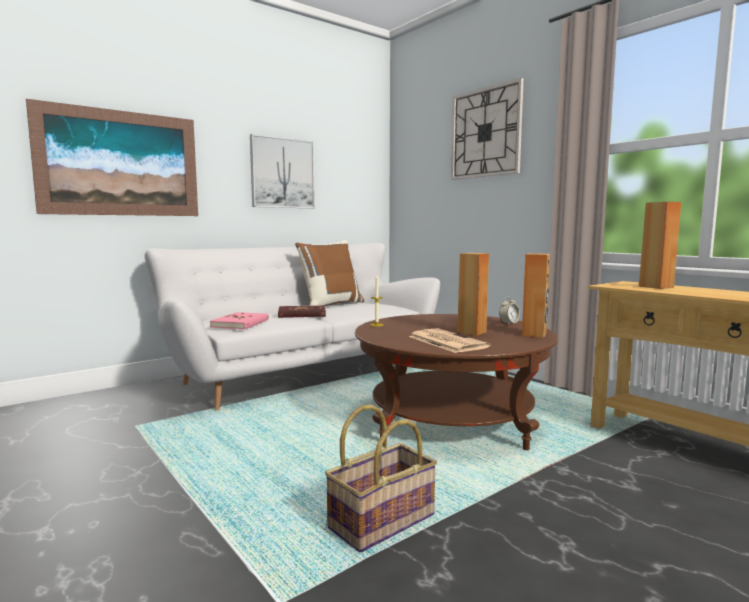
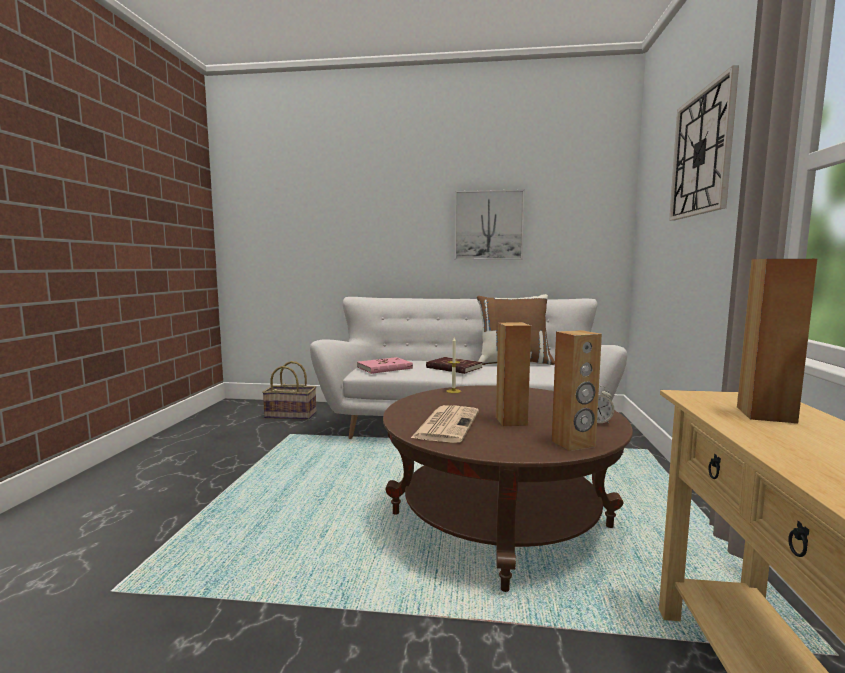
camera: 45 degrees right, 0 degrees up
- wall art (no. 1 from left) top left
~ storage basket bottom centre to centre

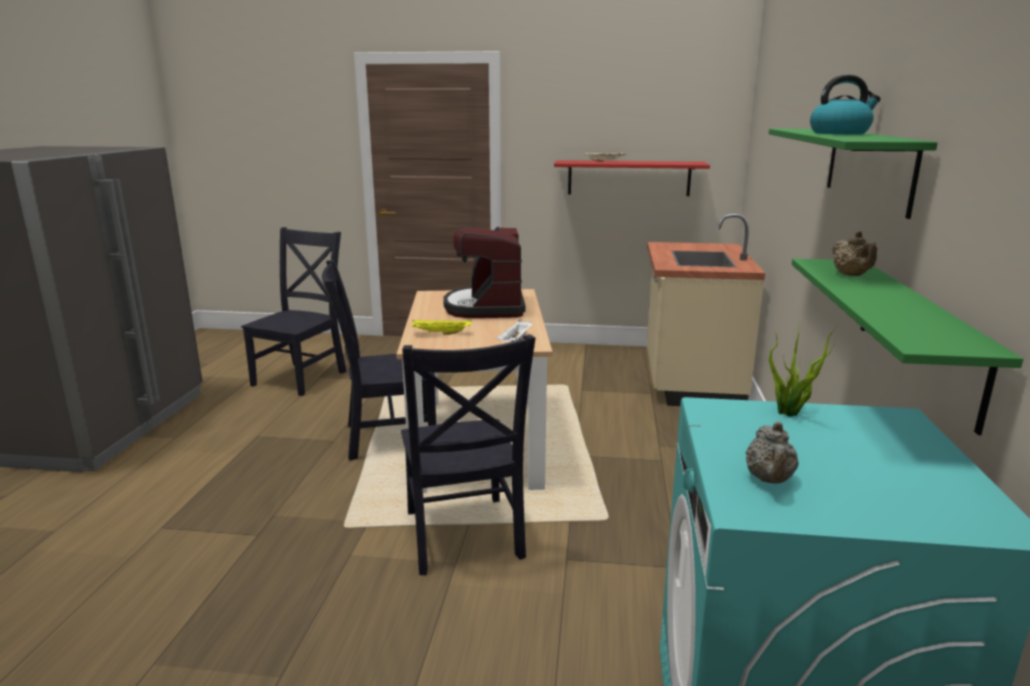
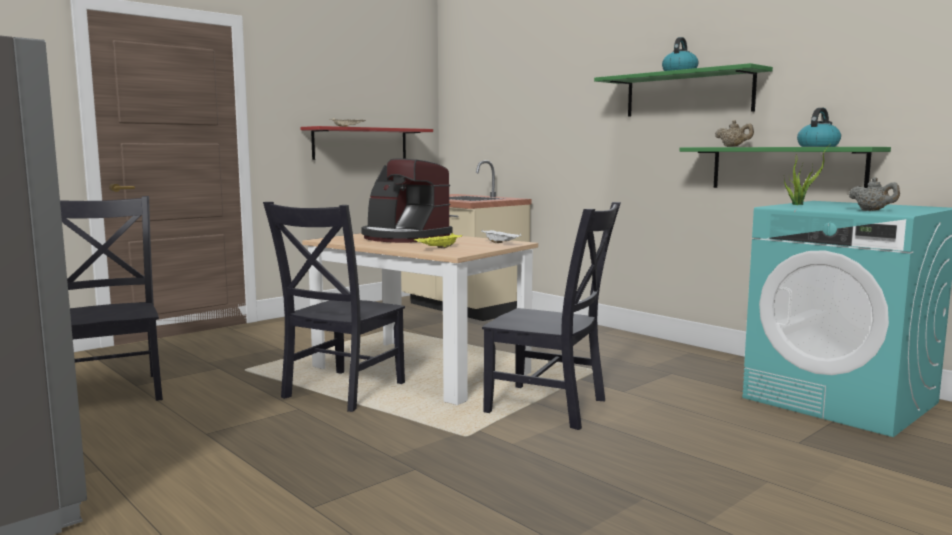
camera: 50 degrees left, 10 degrees down
+ kettle (no. 2 from left) top right

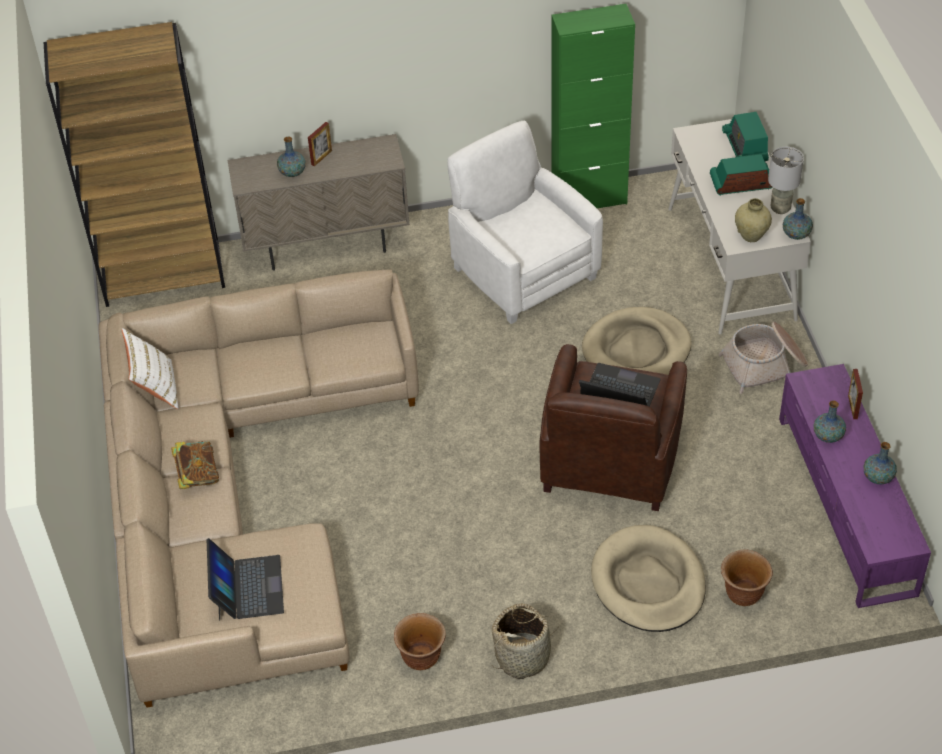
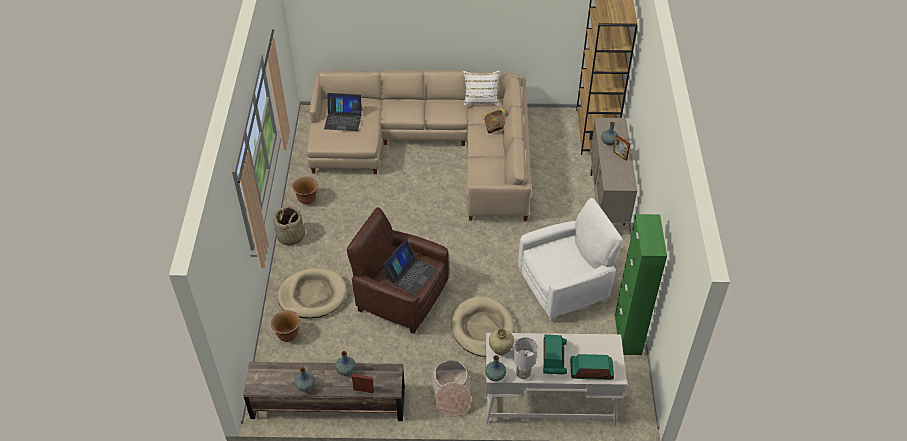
camera: 100 degrees right, 0 degrees up
~ volume middle left to top centre
~ media console (purplish) middle right to media console (brownish) bottom centre

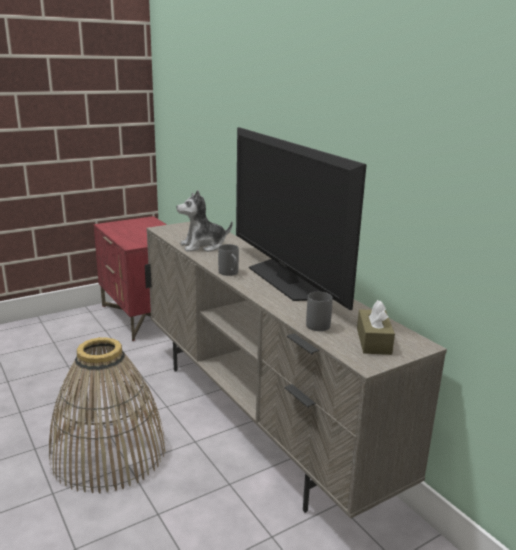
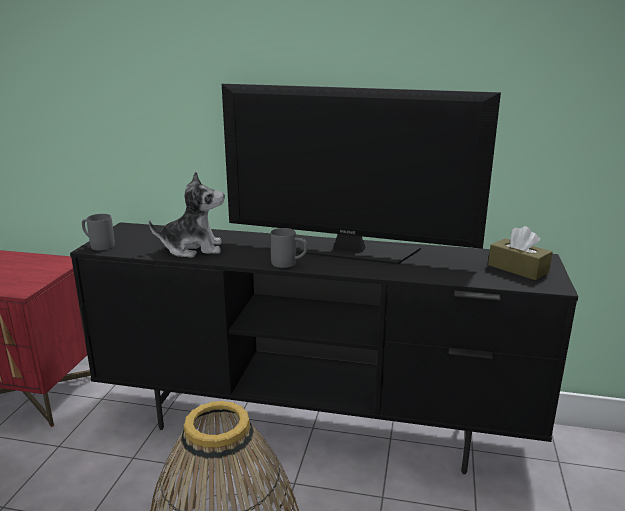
camera: 45 degrees left, 0 degrees up
~ media console (beige-coloured) bottom centre to media console (blackish) bottom centre
~ plush toy centre = middle left 120 degrees counterclockwise
~ tea mug (grey) (no. 2 from left in the first image) centre to tea mug (grey) (no. 1 from left) middle left

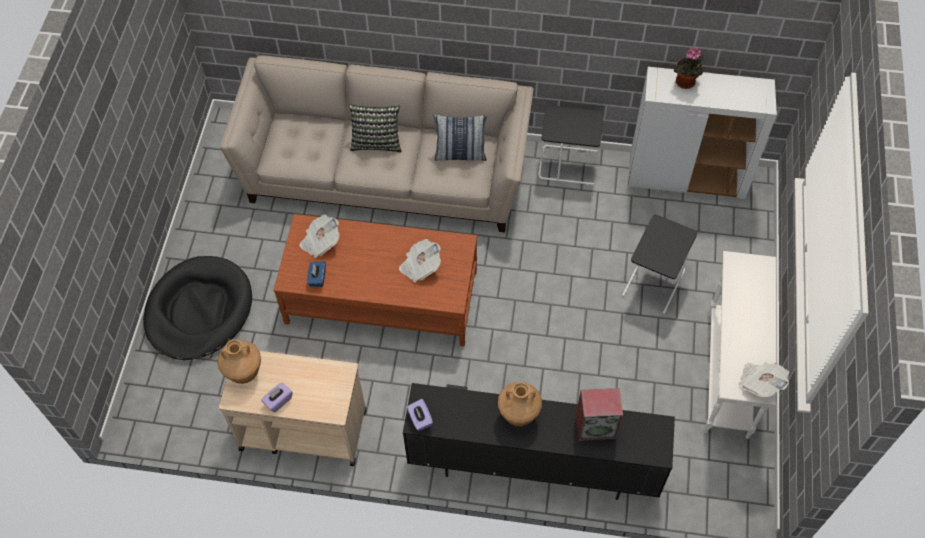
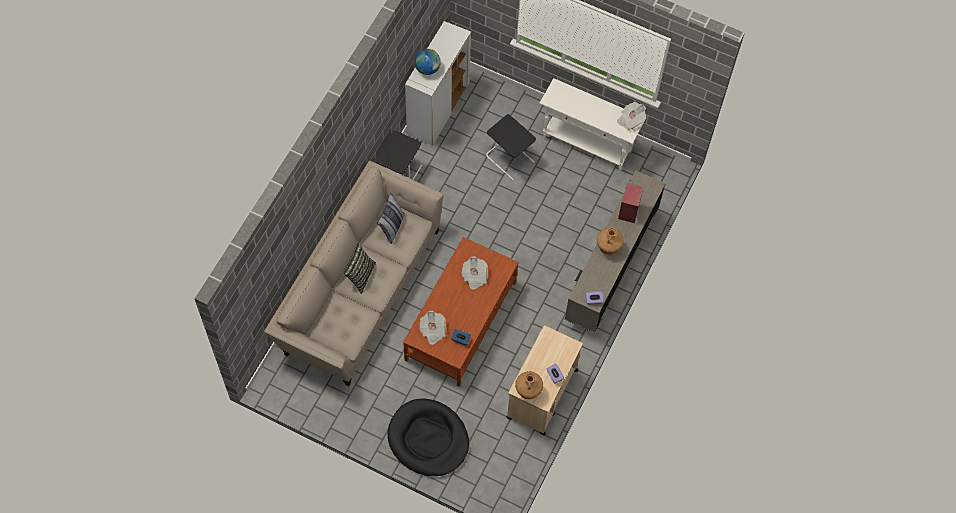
camera: 75 degrees left, 5 degrees up
~ media console (blackish) bottom centre to media console (beige-coloured) centre
~ potted plant top right to globe top centre

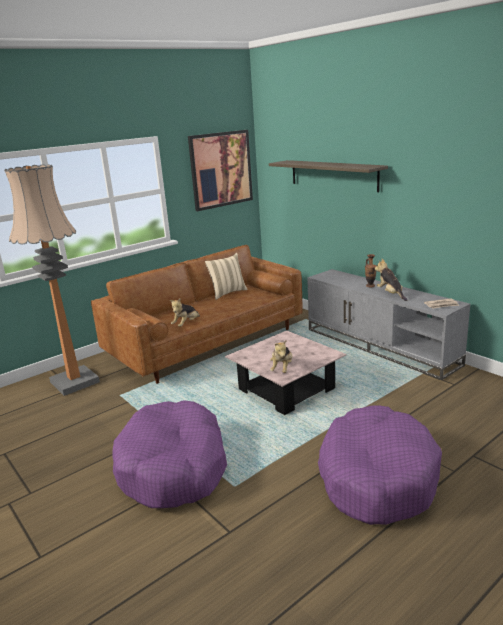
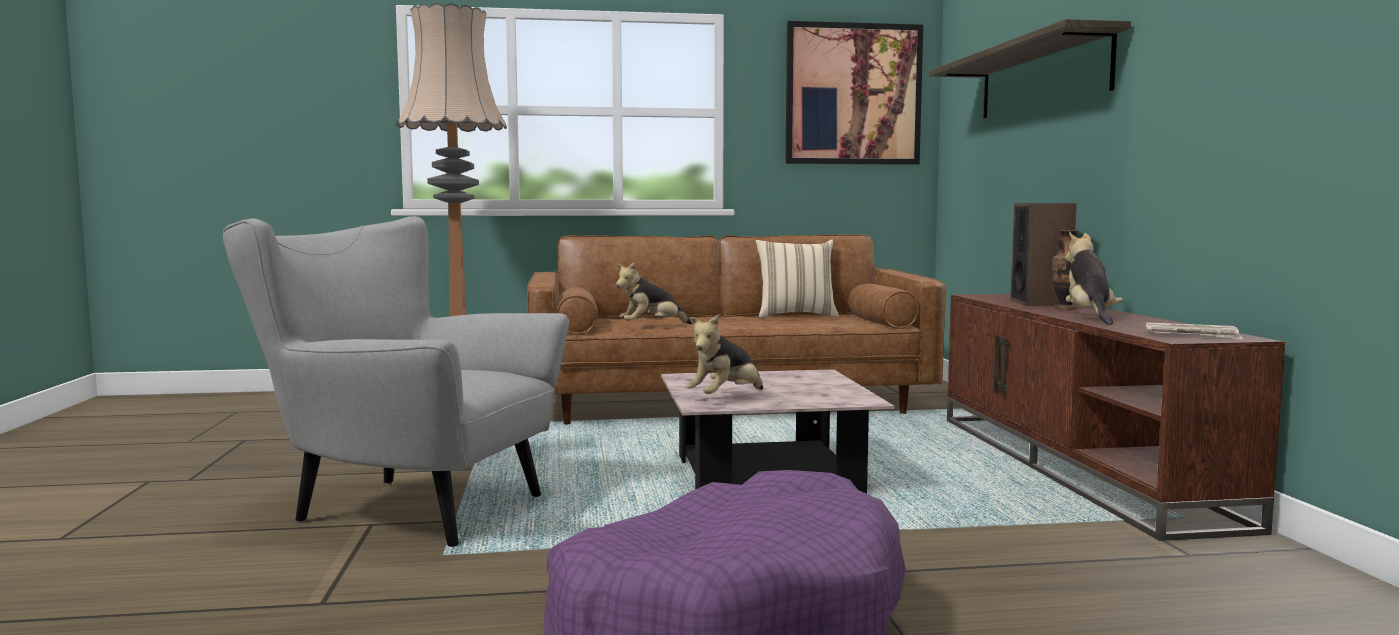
camera: 30 degrees right, 15 degrees down
~ pet bed (purplish) (no. 1 from left) bottom centre to armchair (grey) middle left
~ media console (grey) middle right to media console (brownish) middle right
+ audio speaker middle right

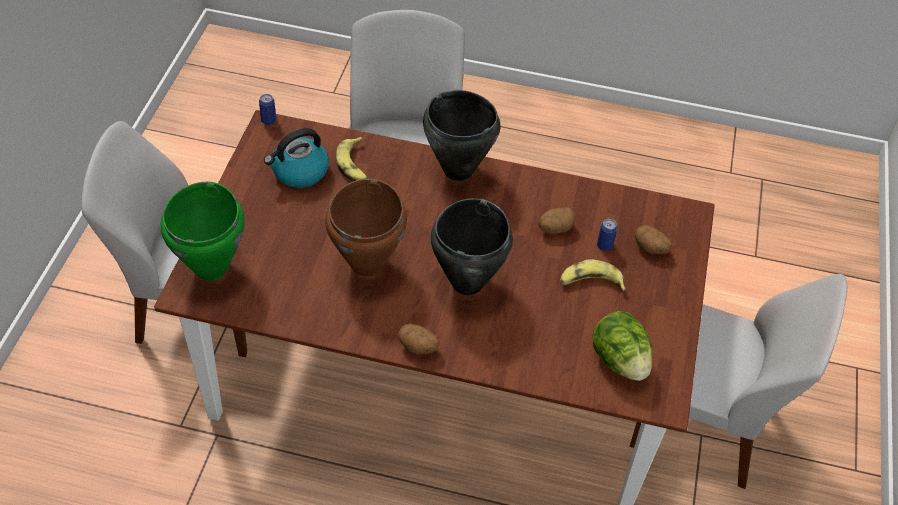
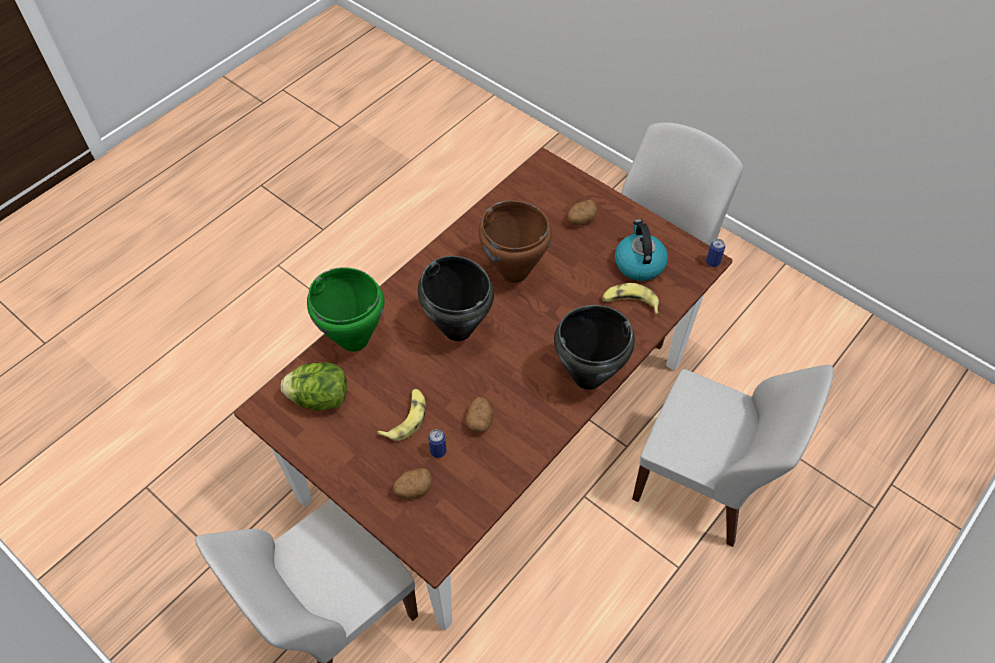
camera: 120 degrees right, 5 degrees up
~ saucepot (green) middle left to centre
~ spud (no. 1 from left in the first image) bottom centre to spud (no. 3 from left) top centre

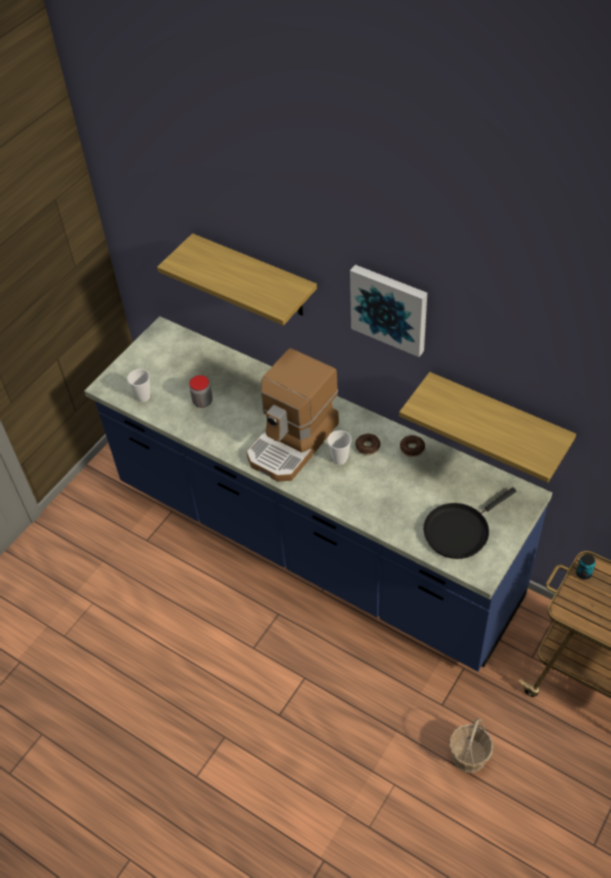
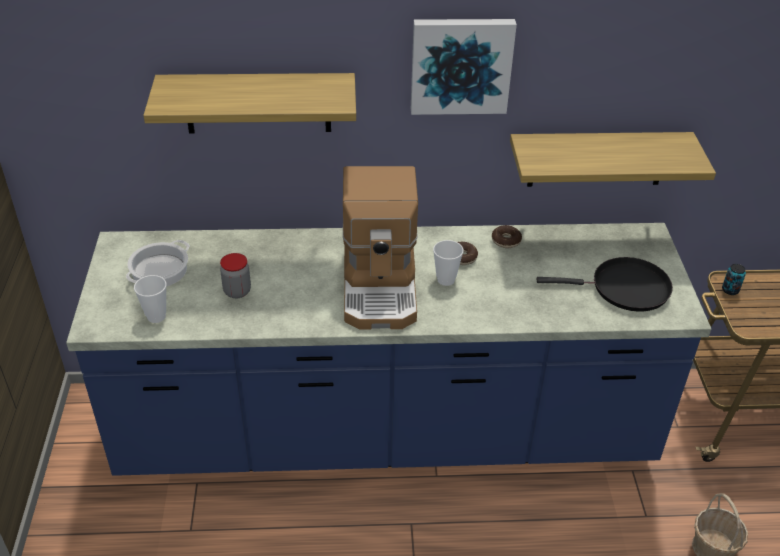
camera: 40 degrees left, 10 degrees down
~ frying pan (blackish) middle right = middle right 105 degrees counterclockwise
+ saucepot middle left

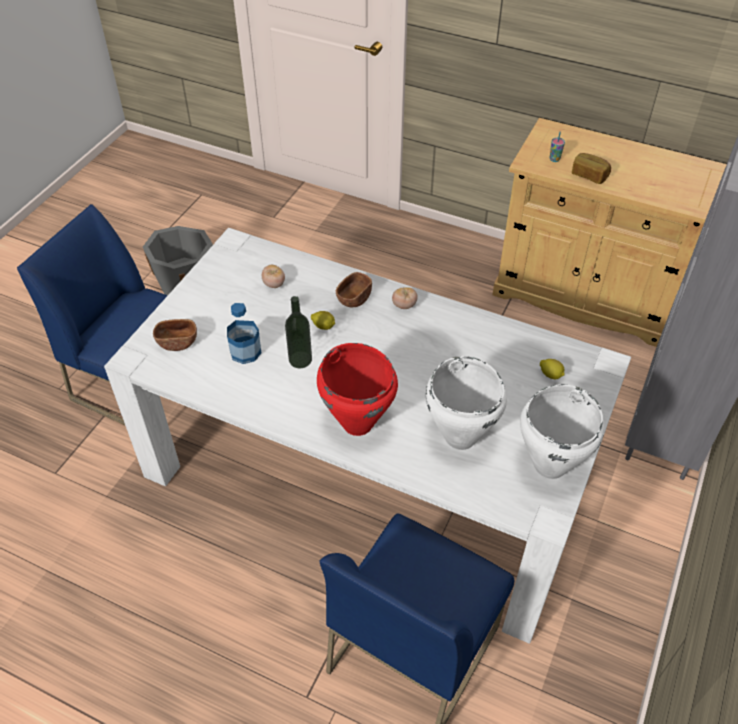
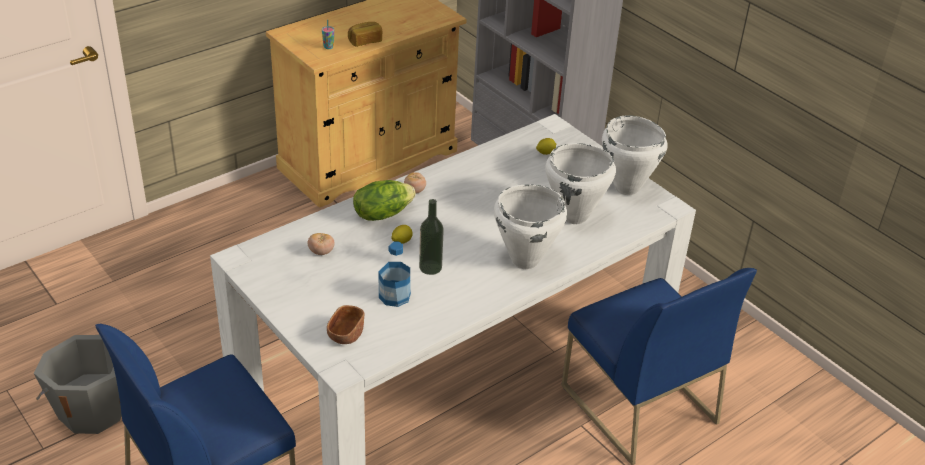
camera: 65 degrees left, 10 degrees down
~ saucepot (red-coloured) centre to saucepot (whitish) (no. 1 from left) centre
~ deep dish (brownish) (no. 2 from left) centre to lettuce centre

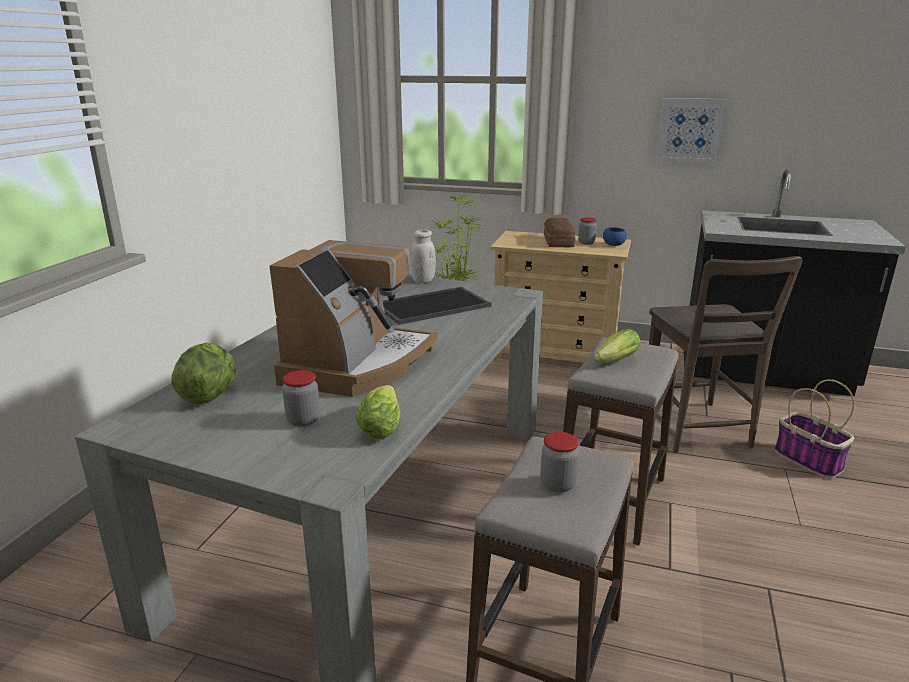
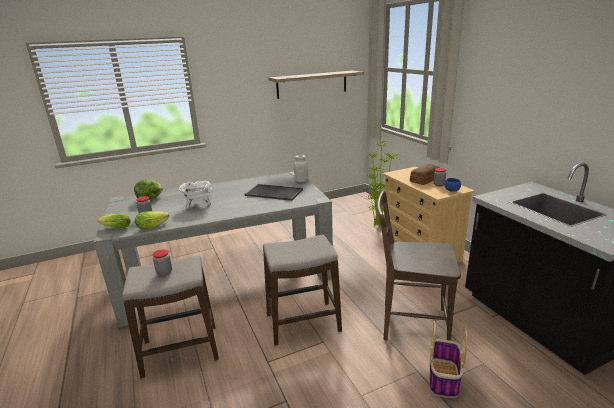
camera: 50 degrees right, 0 degrees up
~ coffee maker centre to saucepot (whitish) middle left
~ lettuce (no. 3 from left in the first image) middle right to lettuce (no. 1 from left) middle left
~ upright chair (brownish) middle right = middle right 60 degrees clockwise
- wall art top right
+ wall shelf top centre

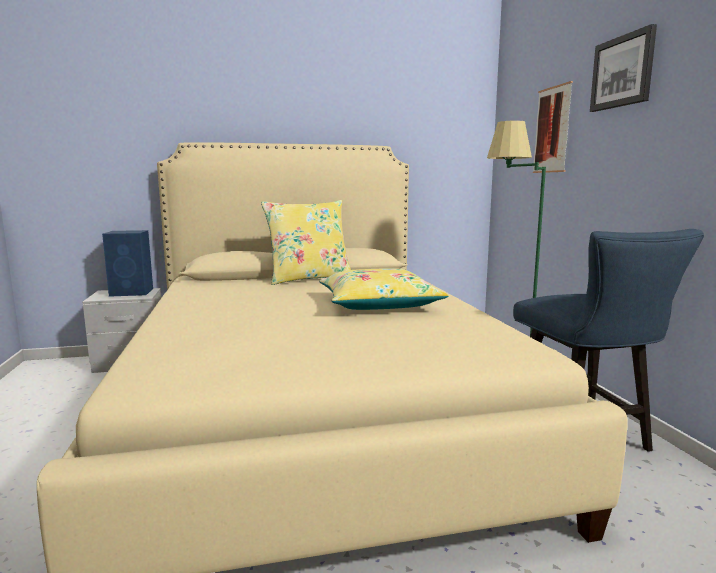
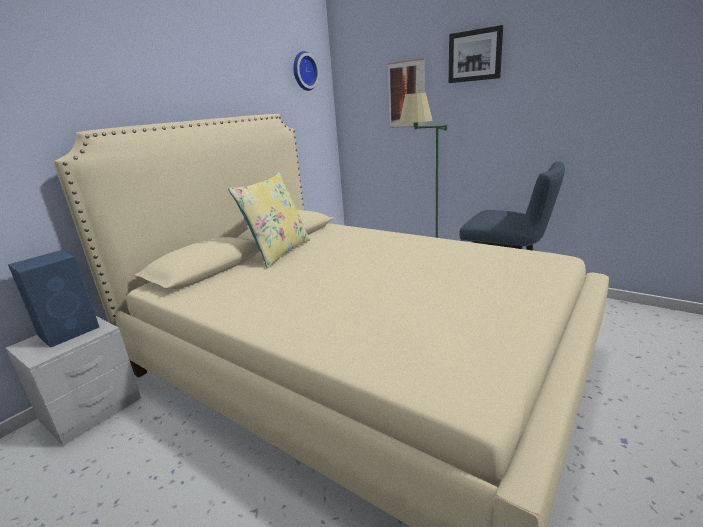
camera: 40 degrees left, 10 degrees up
- cushion (yellow) (no. 2 from left) centre
+ wall clock top centre

